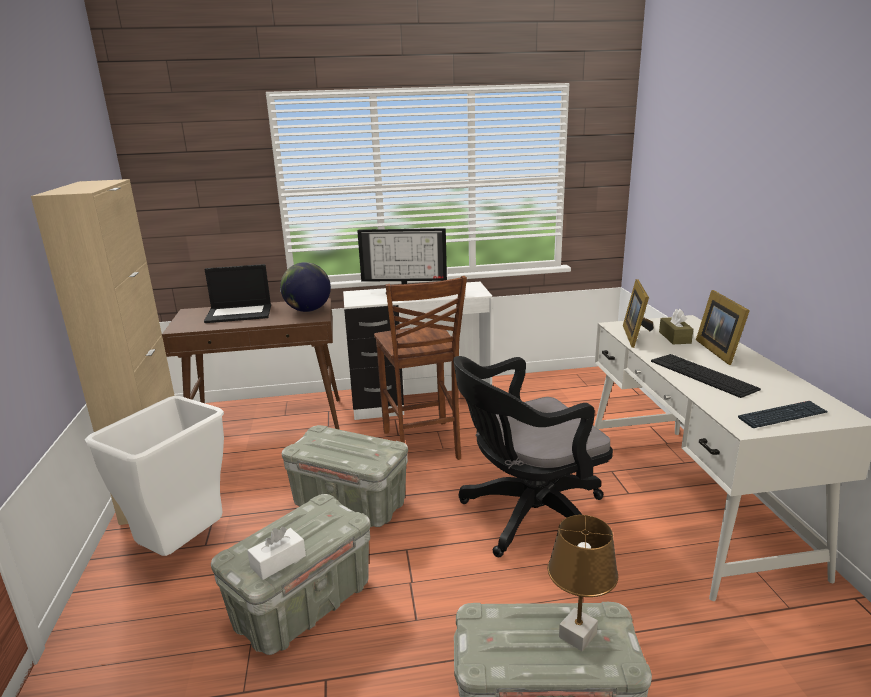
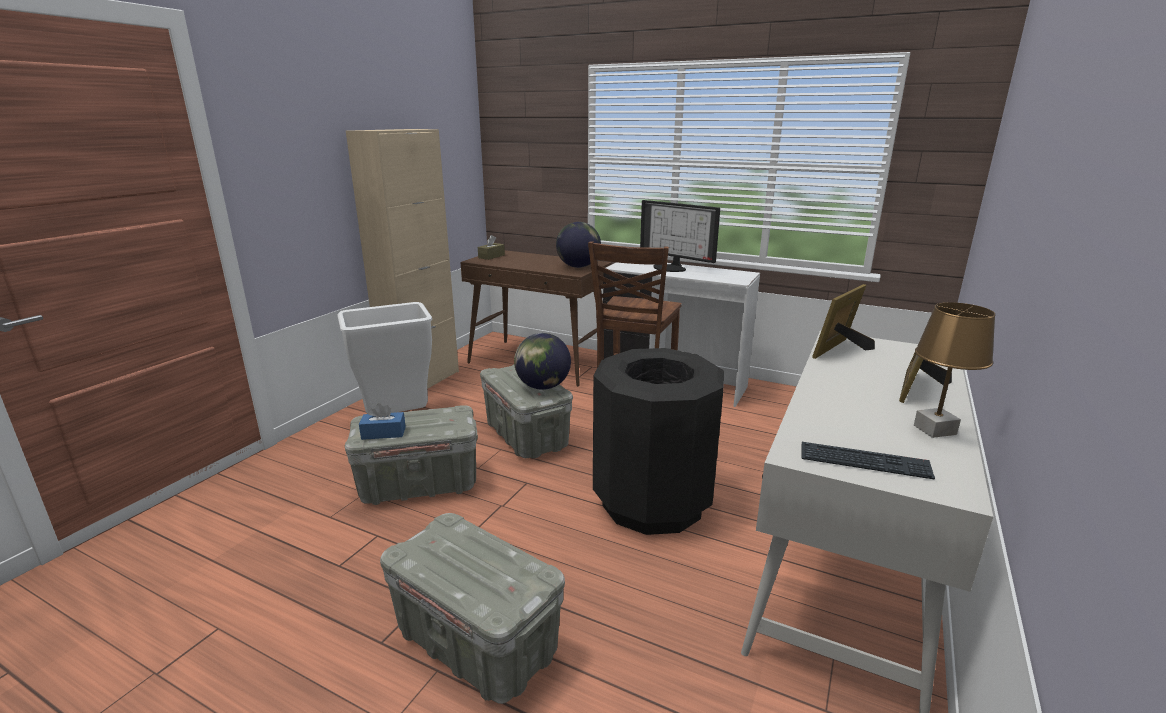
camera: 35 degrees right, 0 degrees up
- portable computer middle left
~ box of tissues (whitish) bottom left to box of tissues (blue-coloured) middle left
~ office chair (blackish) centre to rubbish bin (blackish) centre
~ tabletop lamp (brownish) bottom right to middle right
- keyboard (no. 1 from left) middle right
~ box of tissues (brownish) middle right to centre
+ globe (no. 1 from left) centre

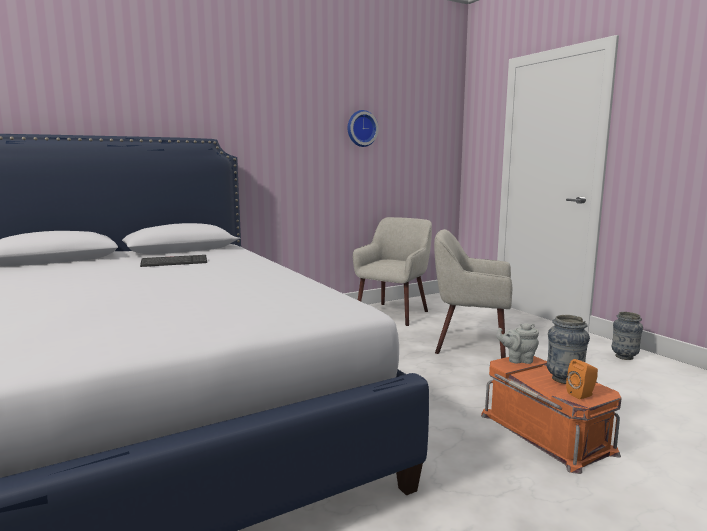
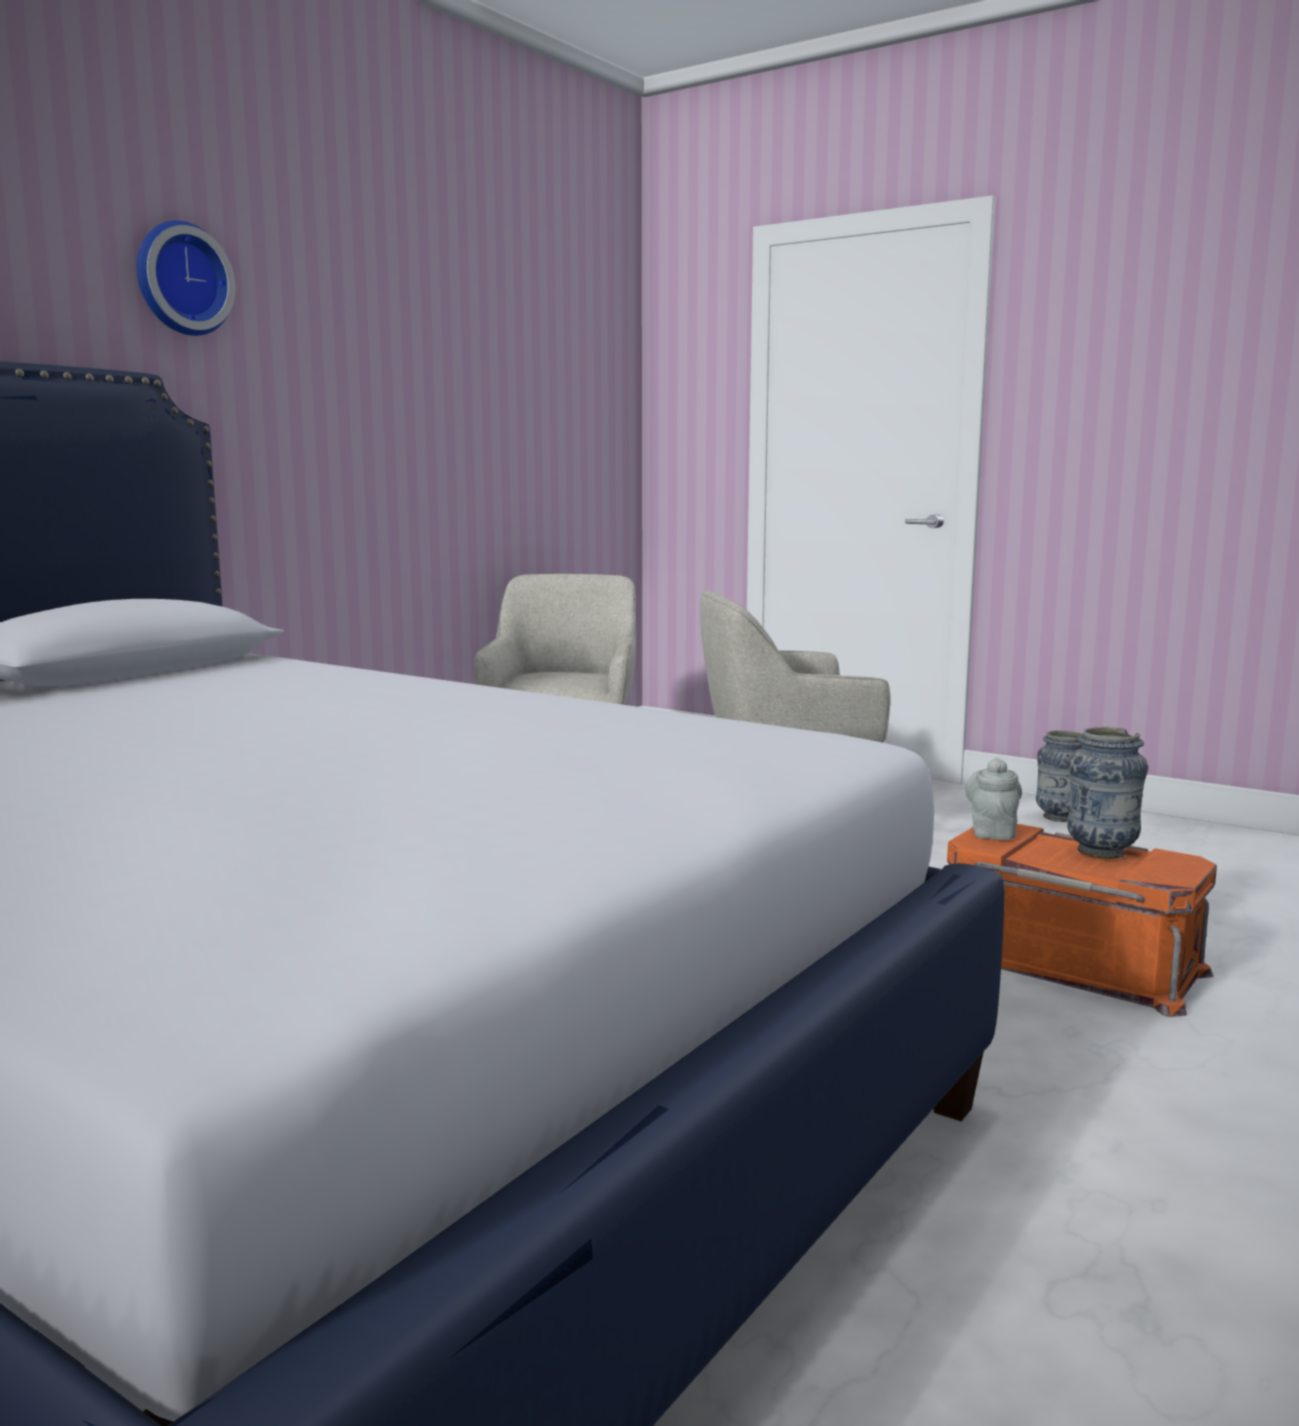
camera: 25 degrees left, 0 degrees up
- keyboard middle left
~ wall clock top centre to top left
~ tea pot (grey) middle right = middle right 120 degrees clockwise
- audio speaker (orangey) bottom right

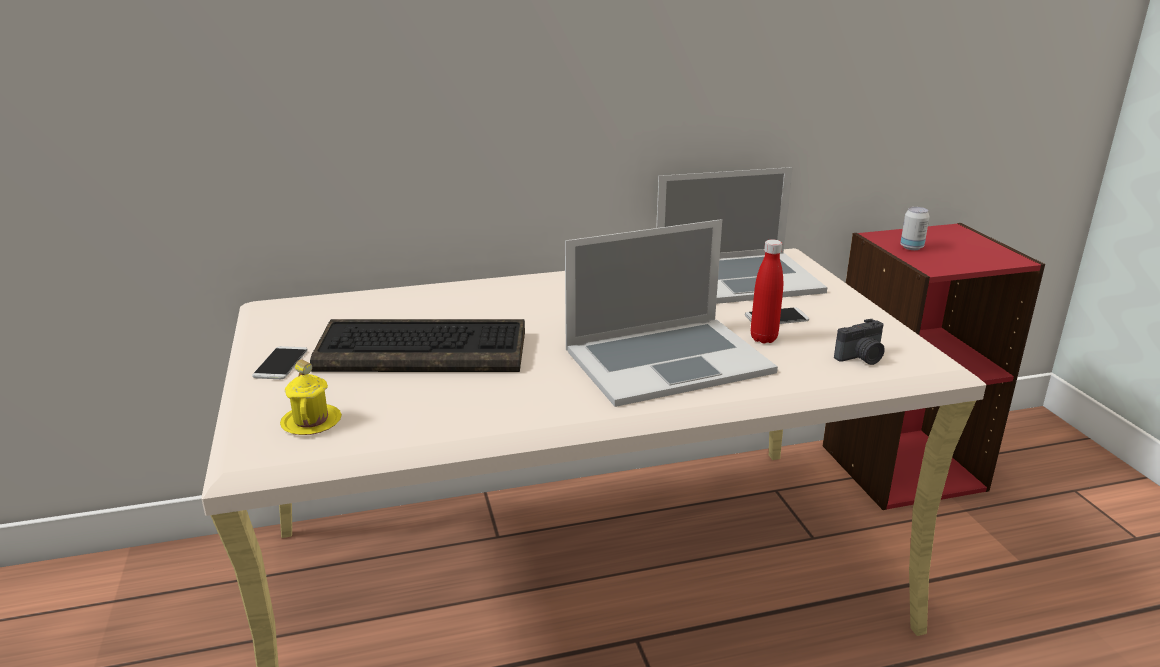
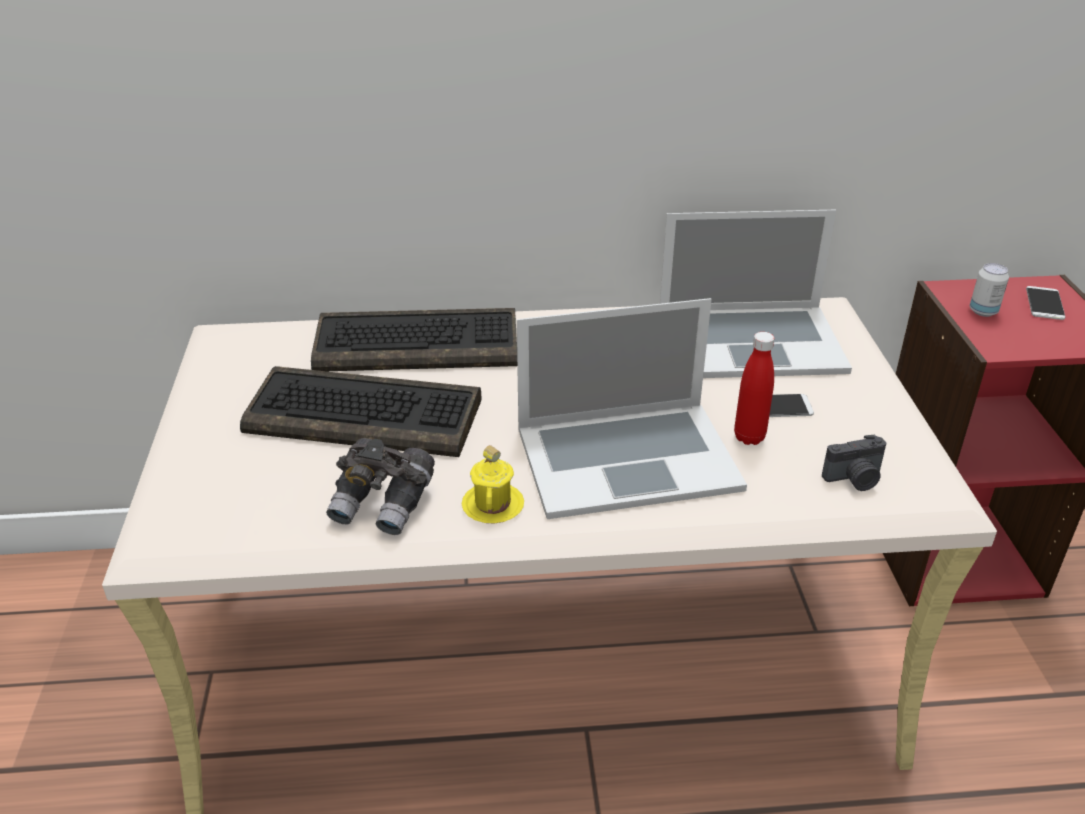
camera: 10 degrees right, 10 degrees up
~ phone (no. 1 from left in the first image) middle left to phone (no. 2 from left) middle right
~ tea mug (yellow) middle left to centre
+ keyboard (no. 2 from left) centre
+ pair of binoculars (grey) centre

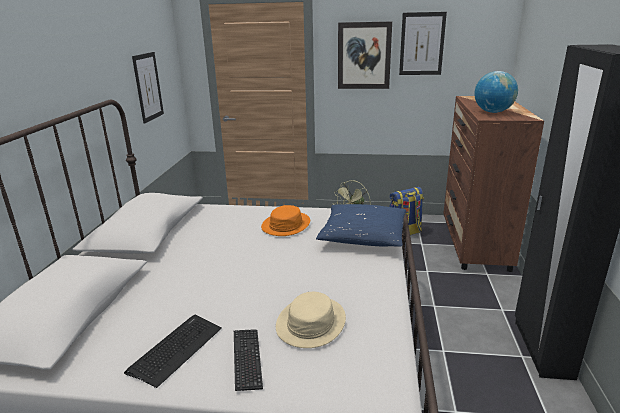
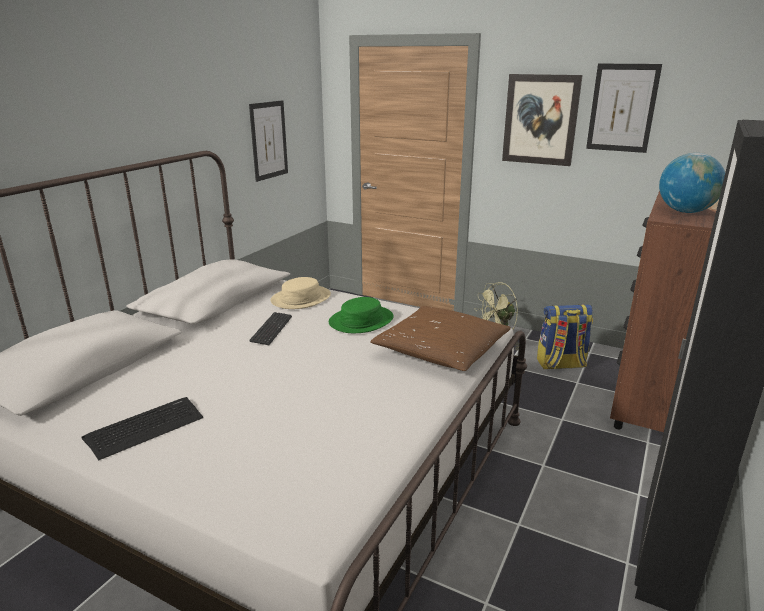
camera: 20 degrees right, 0 degrees up
~ keyboard (no. 2 from left) bottom centre to centre
~ wearable hat (orangey) centre to wearable hat (green) centre
~ wearable hat (beige-coloured) bottom centre to centre
~ cushion (blue-coloured) centre to cushion (brownish) centre

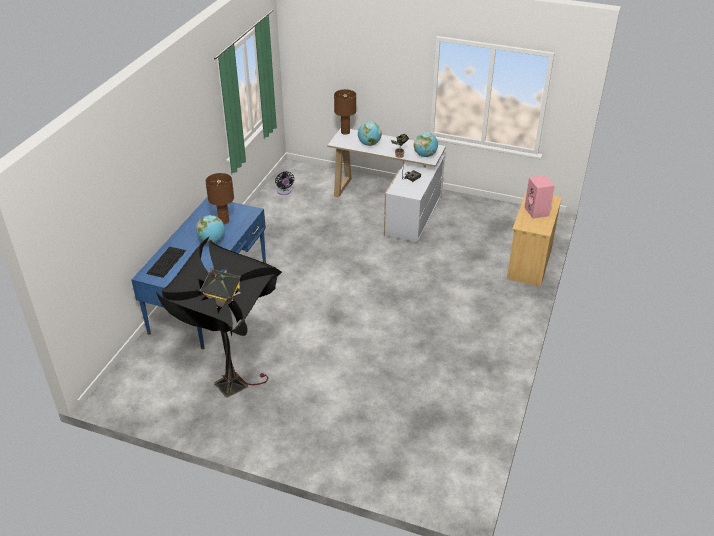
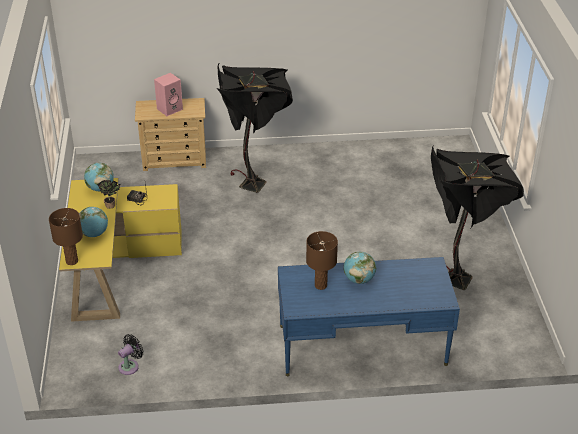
camera: 115 degrees left, 0 degrees up
- keyboard middle left
~ desk unit (whitish) centre to desk unit (yellow) middle left
+ floor lamp (blackish) (no. 1 from left) top centre

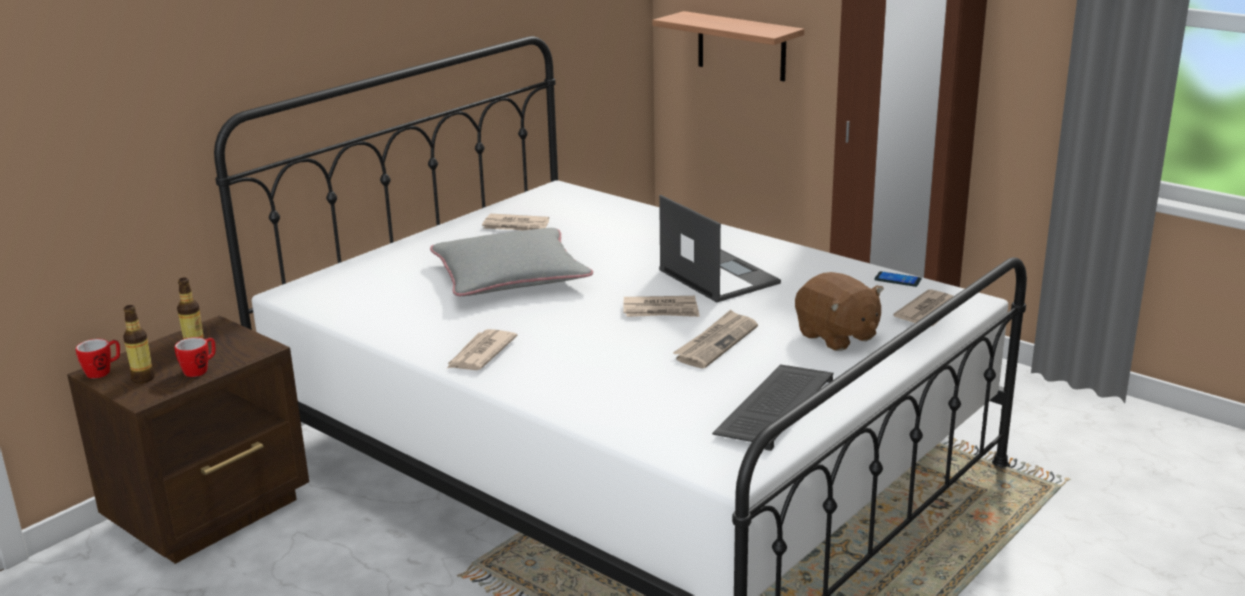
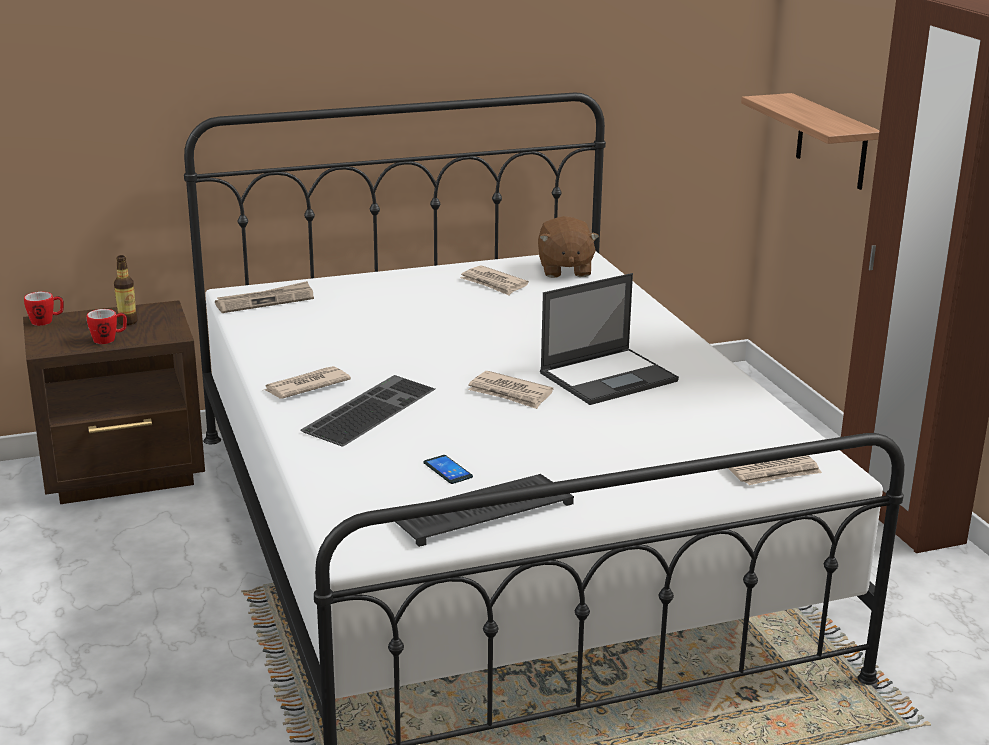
camera: 30 degrees right, 0 degrees up
- bottle (no. 1 from left) middle left
- cushion (grey) centre
~ portable computer centre = centre 60 degrees clockwise
~ newspaper (no. 4 from left in the first image) centre to newspaper (no. 1 from left) middle left
~ plush toy (brownish) middle right to top centre
~ phone middle right to centre
+ keyboard (no. 1 from left) centre

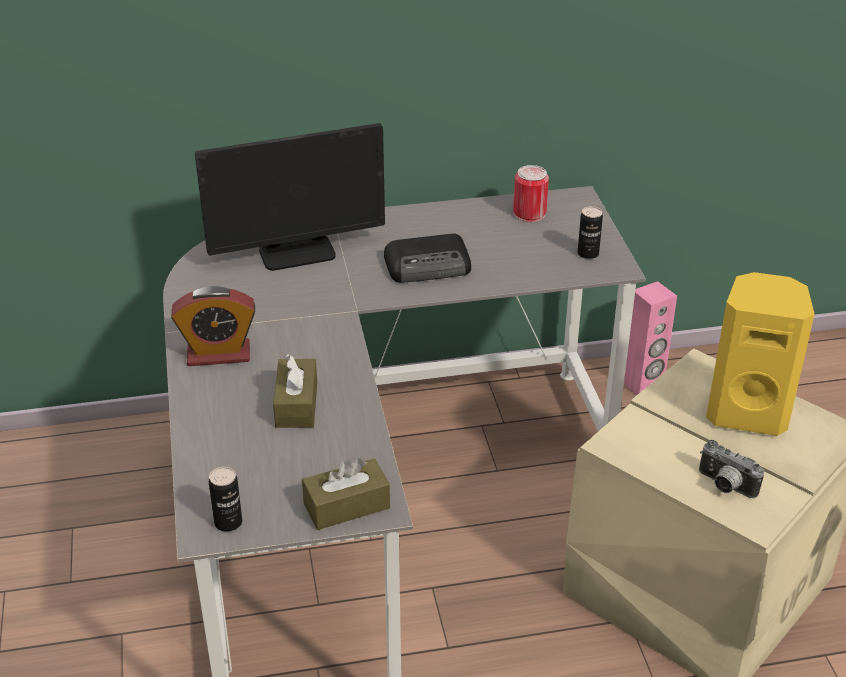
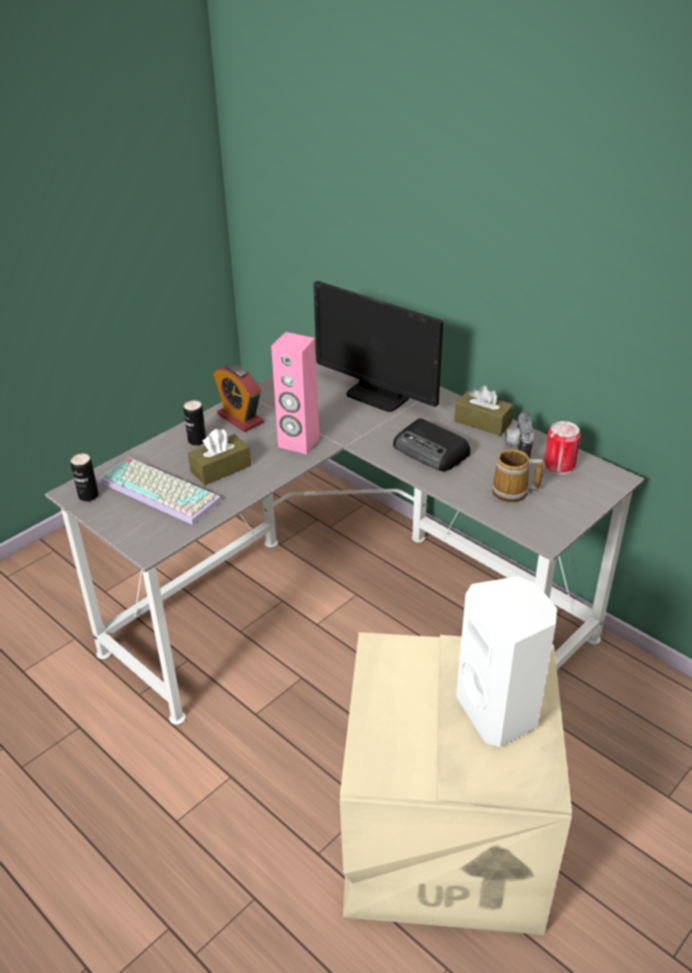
camera: 55 degrees right, 0 degrees up
~ box of tissues (brownish) (no. 2 from left) bottom centre to middle right
~ metal can (no. 3 from left in the first image) middle right to metal can (no. 2 from left) middle left
~ audio speaker (pink-coloured) middle right to centre
~ still camera bottom right to middle right
~ audio speaker (yellow) middle right to audio speaker (whitish) bottom right
+ keyboard middle left
+ tea mug middle right

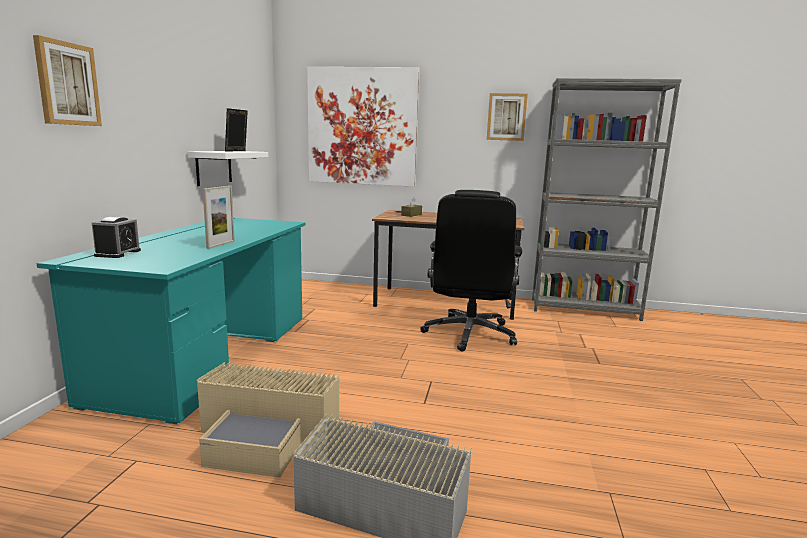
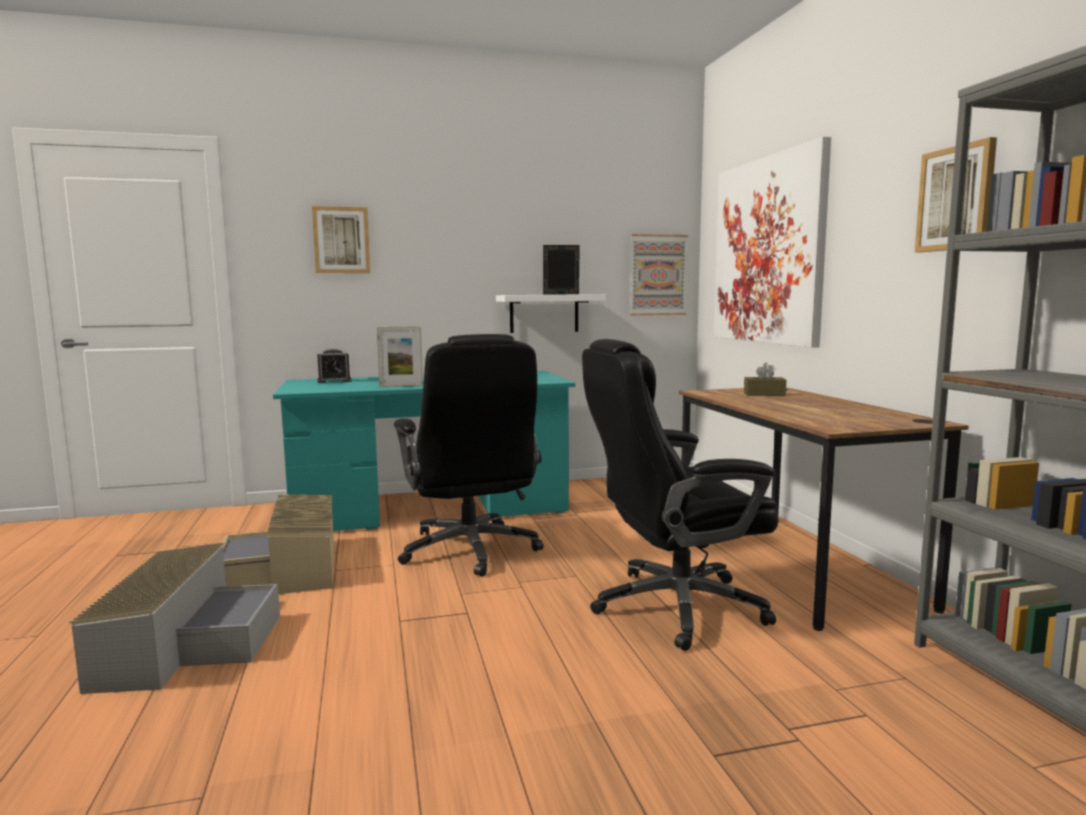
camera: 65 degrees right, 5 degrees down
+ office chair (blackish) (no. 1 from left) centre
+ wall art (no. 2 from left) centre

